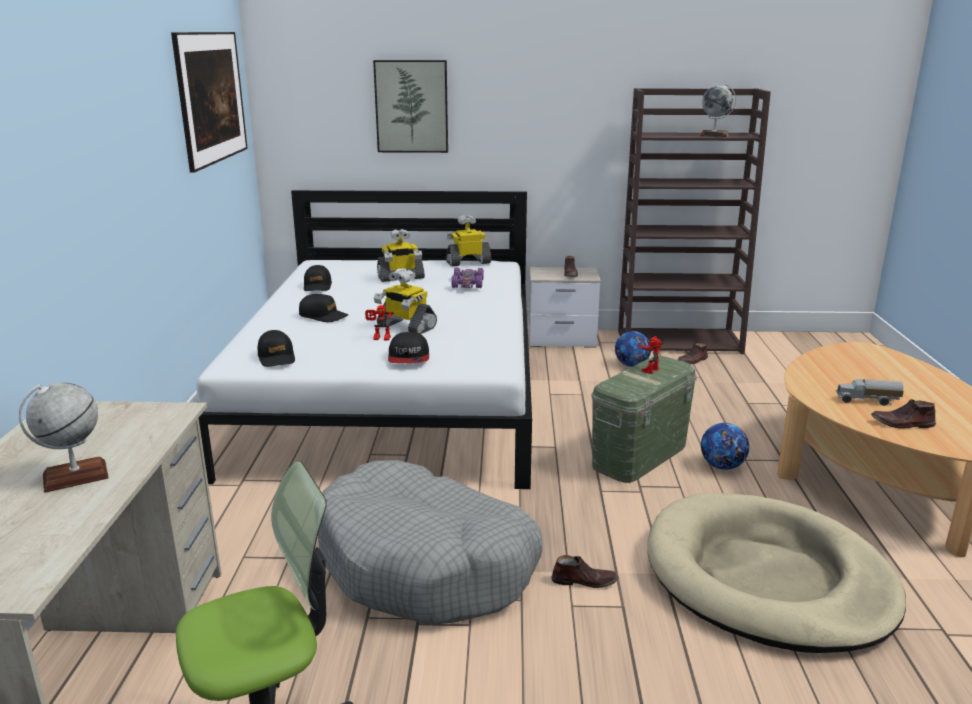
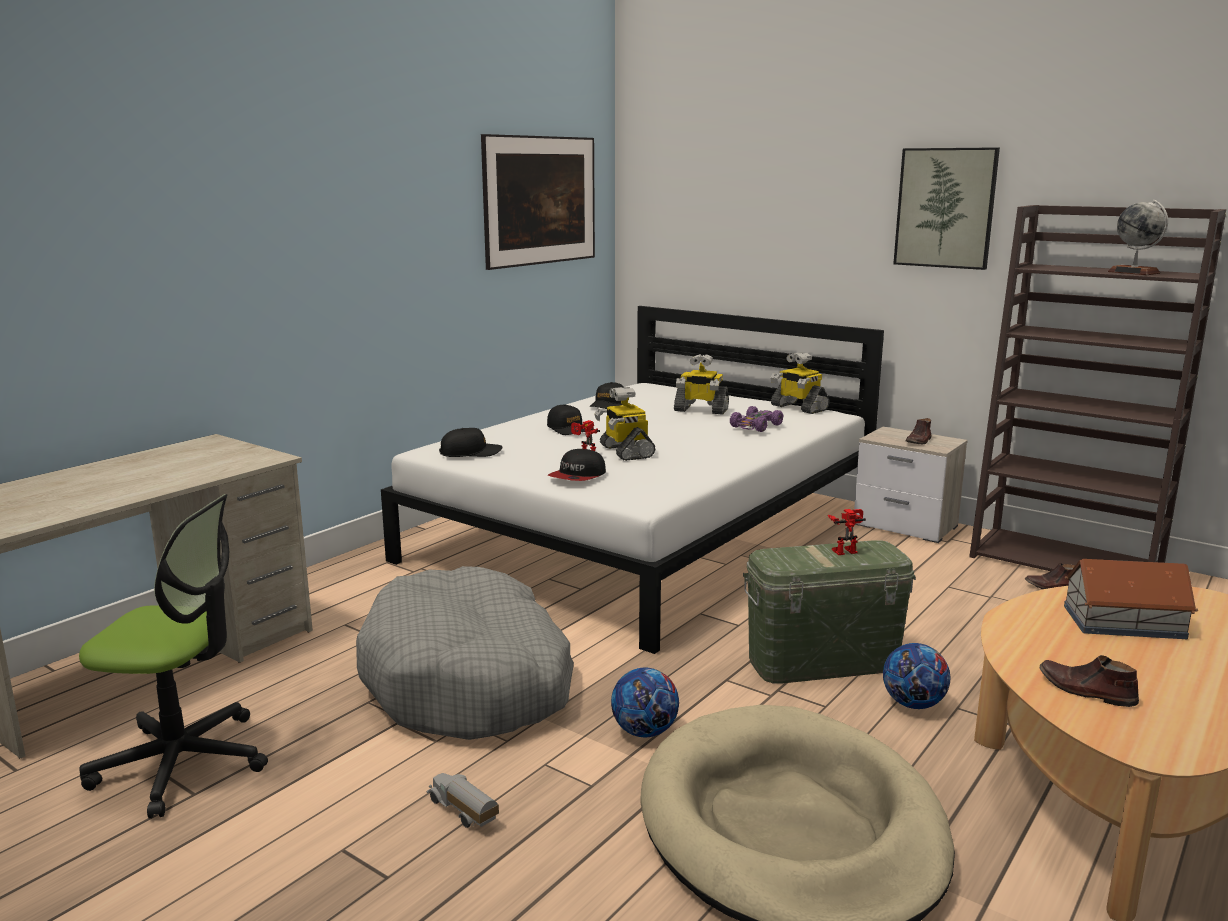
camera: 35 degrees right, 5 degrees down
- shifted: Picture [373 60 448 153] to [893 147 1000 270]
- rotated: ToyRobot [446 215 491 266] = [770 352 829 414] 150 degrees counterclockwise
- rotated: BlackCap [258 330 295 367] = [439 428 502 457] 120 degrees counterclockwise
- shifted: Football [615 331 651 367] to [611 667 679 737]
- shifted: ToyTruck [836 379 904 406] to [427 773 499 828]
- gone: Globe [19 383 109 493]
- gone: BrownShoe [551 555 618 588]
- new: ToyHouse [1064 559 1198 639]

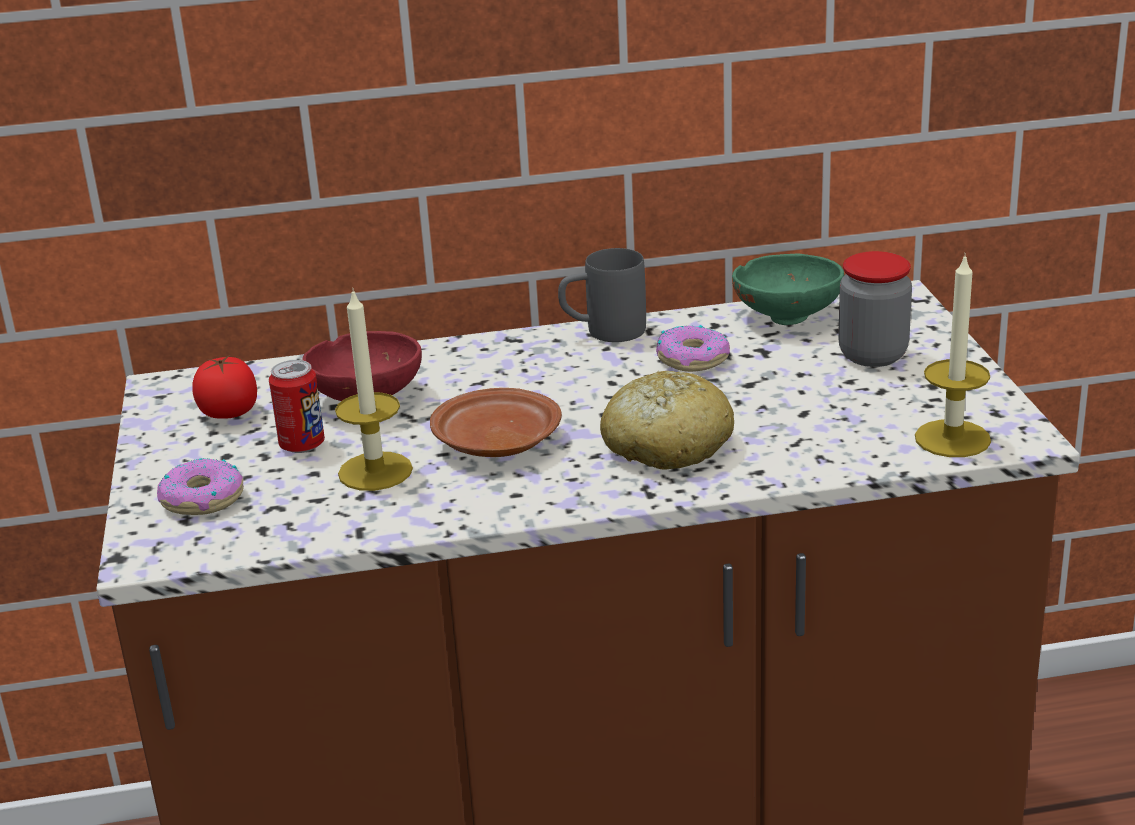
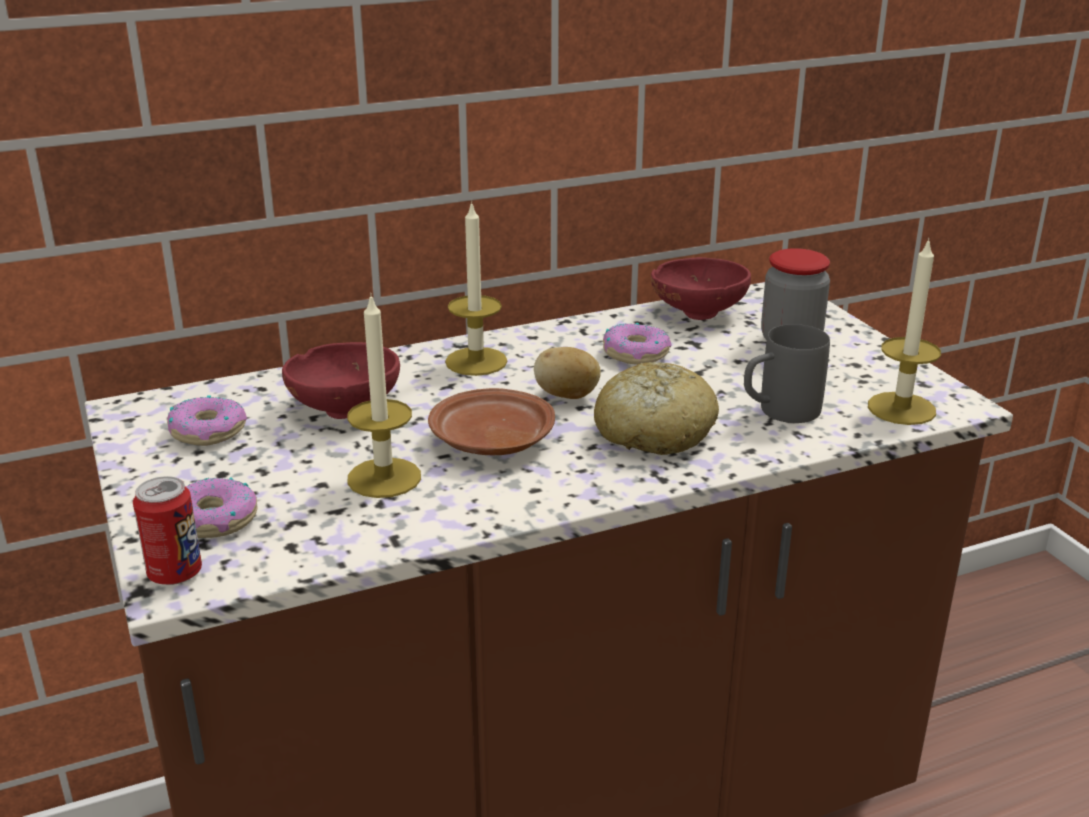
camera: 15 degrees left, 0 degrees up
- shifted: GreyMug [558 248 646 342] to [744 324 830 423]
- repainted: GreenBowl [732 254 844 325] to RedBowl [651 257 751 320]
- swapped: Tomato [192 355 257 419] to Donut [167 395 247 446]
- shifted: Can [269 360 325 453] to [133 476 202 585]
- new: Candle [445 201 507 376]
- new: Potato [534 347 601 399]

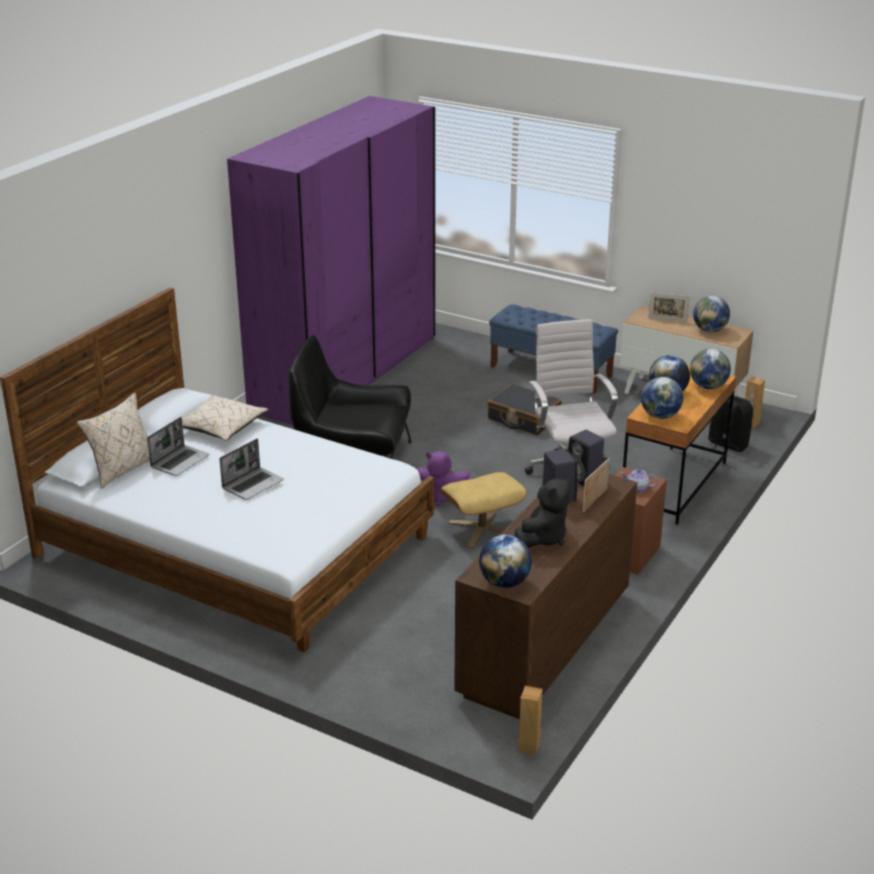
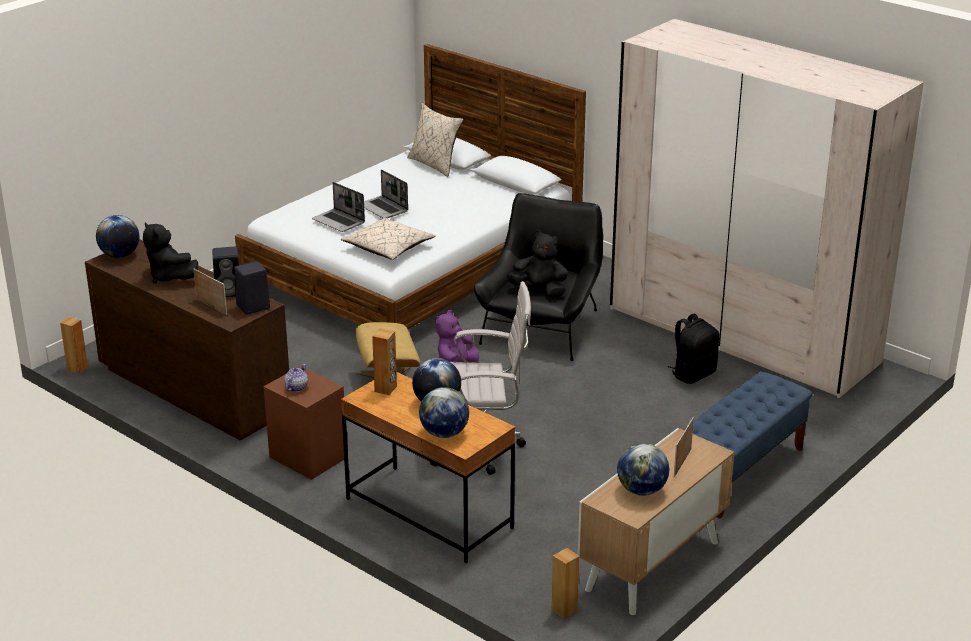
camera: 100 degrees right, 0 degrees up
- repainted: PurpleWardrobe [227 96 435 425] to BeigeWardrobe [610 19 924 398]
- swapped: Globe [641 377 683 419] to BrownSpeaker [372 328 397 395]
- gone: BlackSuitcase [488 384 562 435]
- shifted: BeigePillow [182 395 269 441] to [341 217 436 260]
- shifted: BlackBackpack [708 396 753 452] to [668 314 719 384]
- shifted: Laptop [147 417 210 476] to [312 182 365 232]
- new: BlackPlushToy [507 231 568 298]

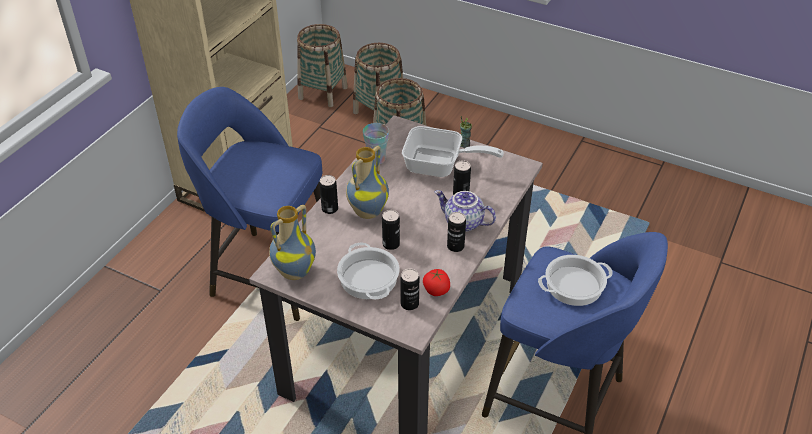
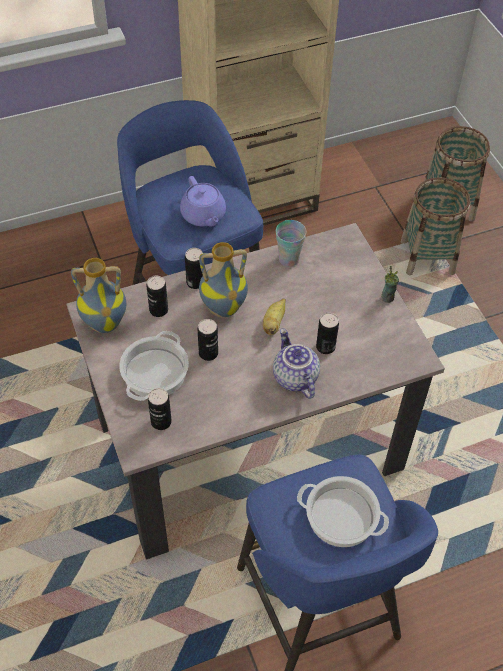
camera: 40 degrees right, 10 degrees up
- gone: Basket [297 24 348 107]
- gone: FryingPan [402 126 504 177]
- shifted: Can [447 212 466 252] to [146 276 168 317]
- gone: Tomato [423 269 450 296]
- new: PurpleTeapot [180 176 226 226]
- new: Banana [263 299 286 335]

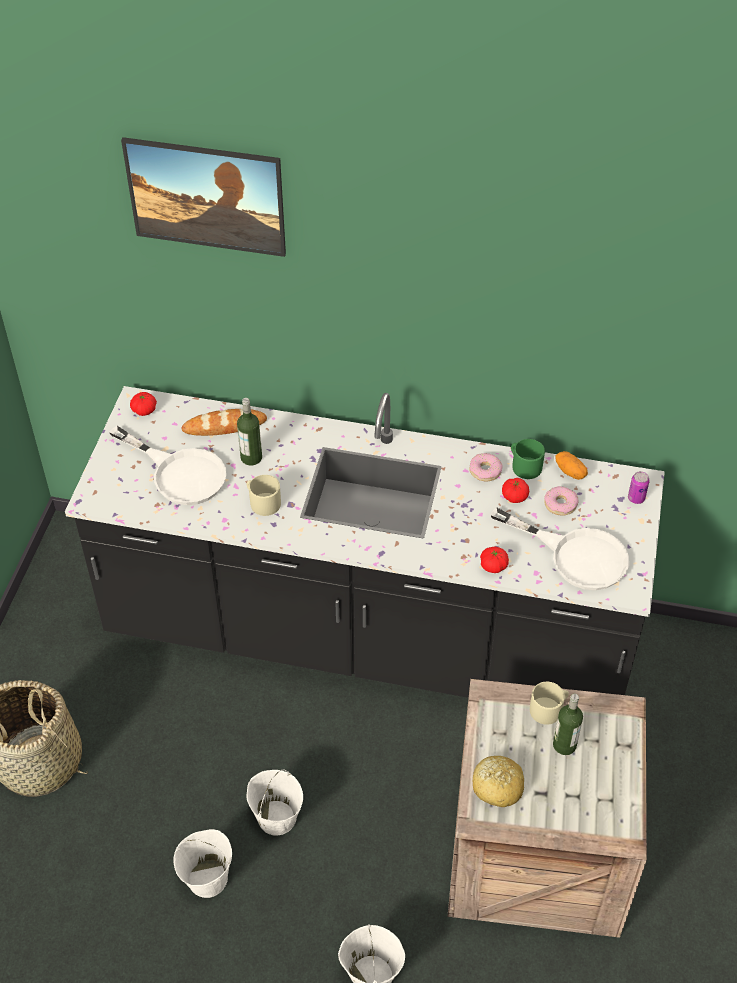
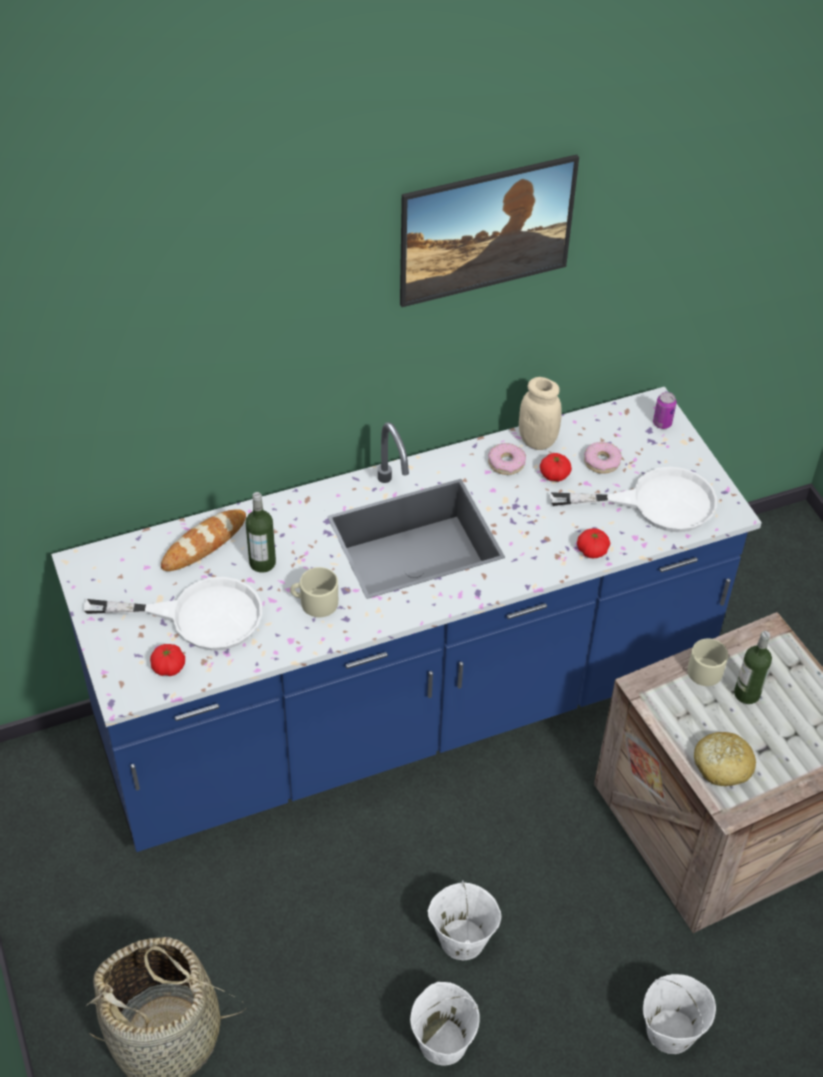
camera: 35 degrees left, 0 degrees up
- shifted: Picture [121 137 286 257] to [400 154 579 307]
- repainted: BlackCounter [65 386 665 698] to BlueCounter [51 387 762 852]
- shifted: Tomato [130 392 157 416] to [150 644 185 676]
- swapped: GreenMug [511 439 545 479] to BeigeJar [519 377 562 450]
- gone: Potato [556 451 588 480]

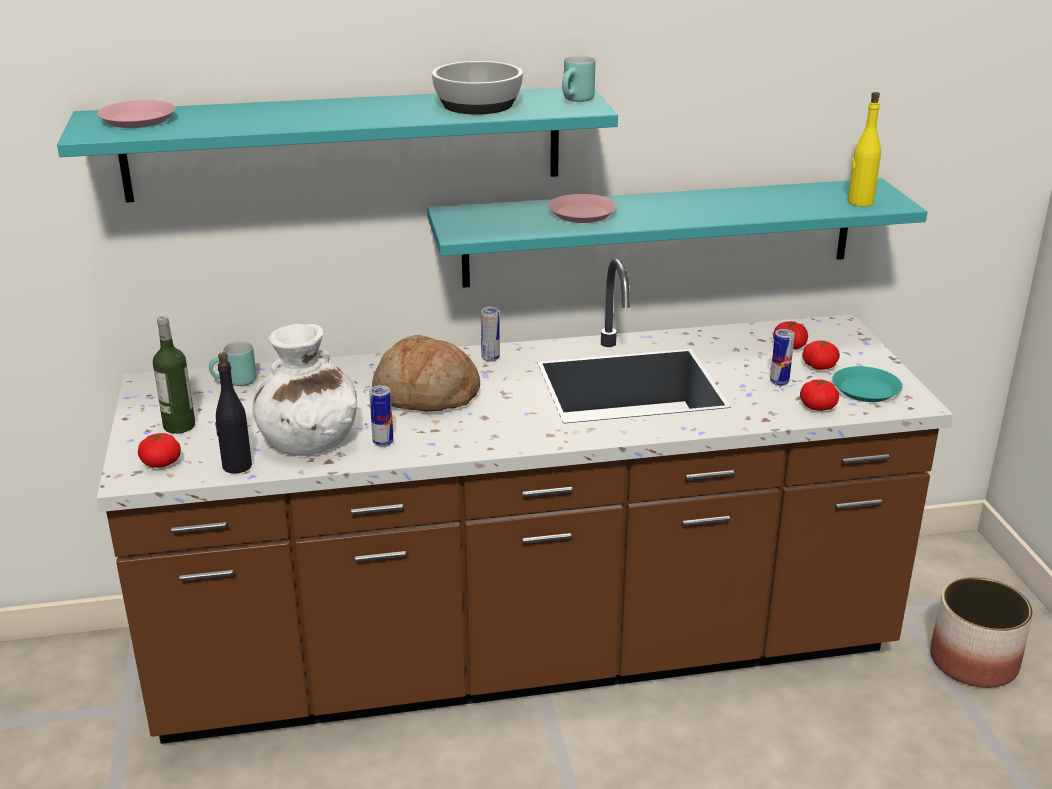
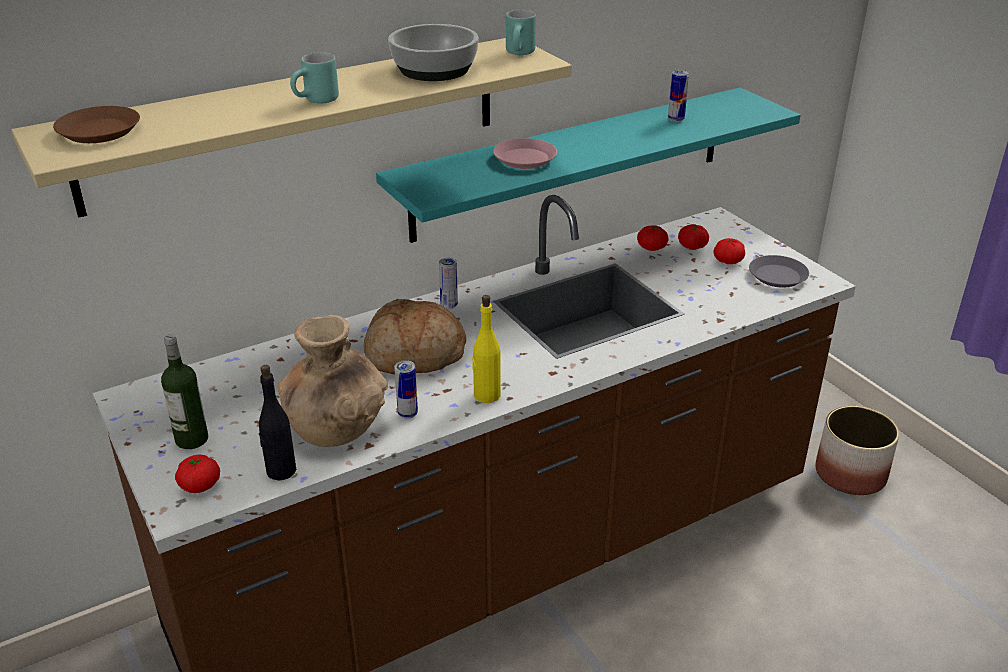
camera: 20 degrees left, 5 degrees up
- repainted: TurquoiseShelf [57 87 618 203] to BeigeShelf [11 38 572 218]
- shifted: YellowBottle [848 92 881 206] to [472 295 501 403]
- repainted: PinkPlate [97 100 175 128] to BrownPlate [53 106 140 143]
- repainted: WhiteVase [253 324 357 456] to BrownVase [277 315 388 447]
- shifted: Can [770 329 795 386] to [668 70 689 122]
- shifted: TurquoiseMug [209 341 257 386] to [290 52 339 104]
- repainted: TurquoisePlate [832 366 902 402] to GreyPlate [749 255 809 288]
- shifted: Tomato [800 379 839 411] to [637 225 668 251]

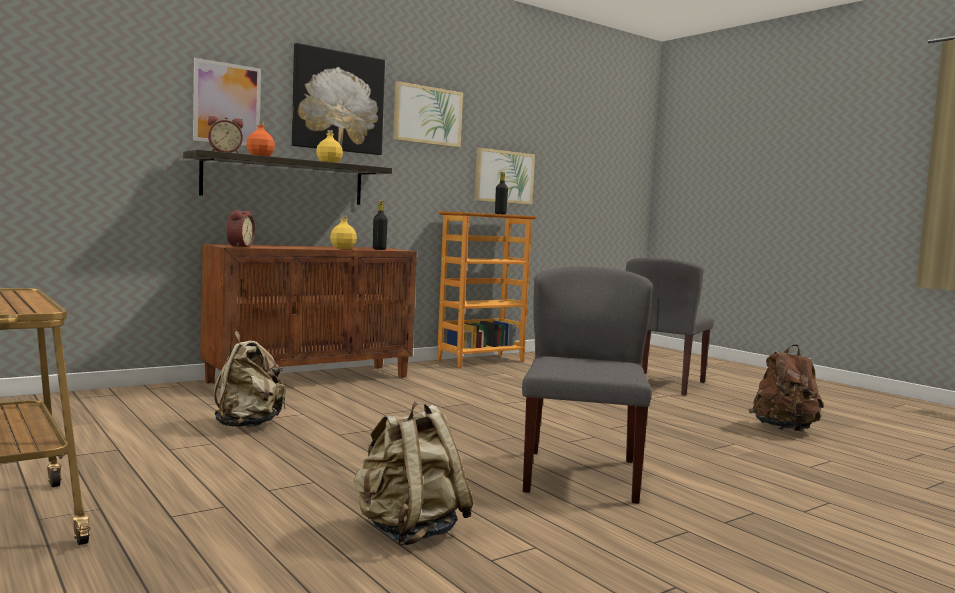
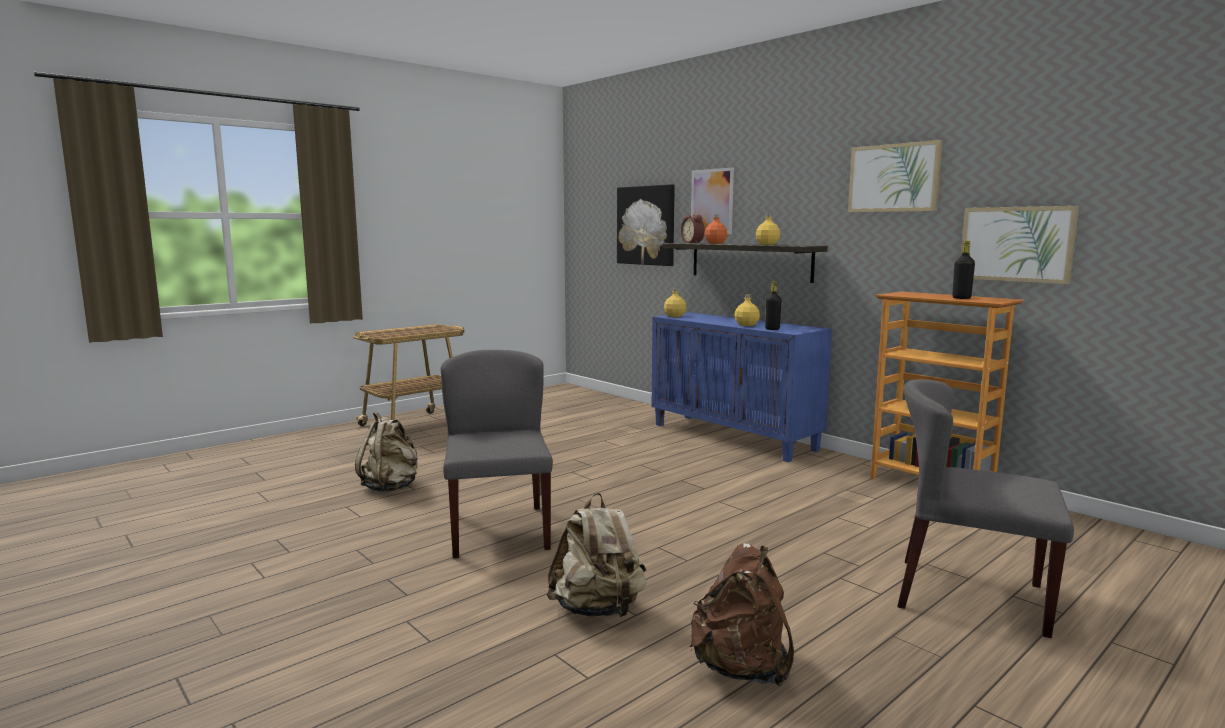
camera: 85 degrees right, 5 degrees up
- shifted: Picture [292 43 385 155] to [617 184 675 266]
- swapped: AlarmClock [226 210 255 247] to YellowBottle [664 288 687 317]
- repainted: BrownCabinet [200 244 417 384] to BlueCabinet [652 312 832 462]
- rotated: GreyChair [522 266 653 504] = [441 350 553 558] 105 degrees counterclockwise
- shifted: BeigeBackpack [214 331 286 427] to [547 493 646 617]

